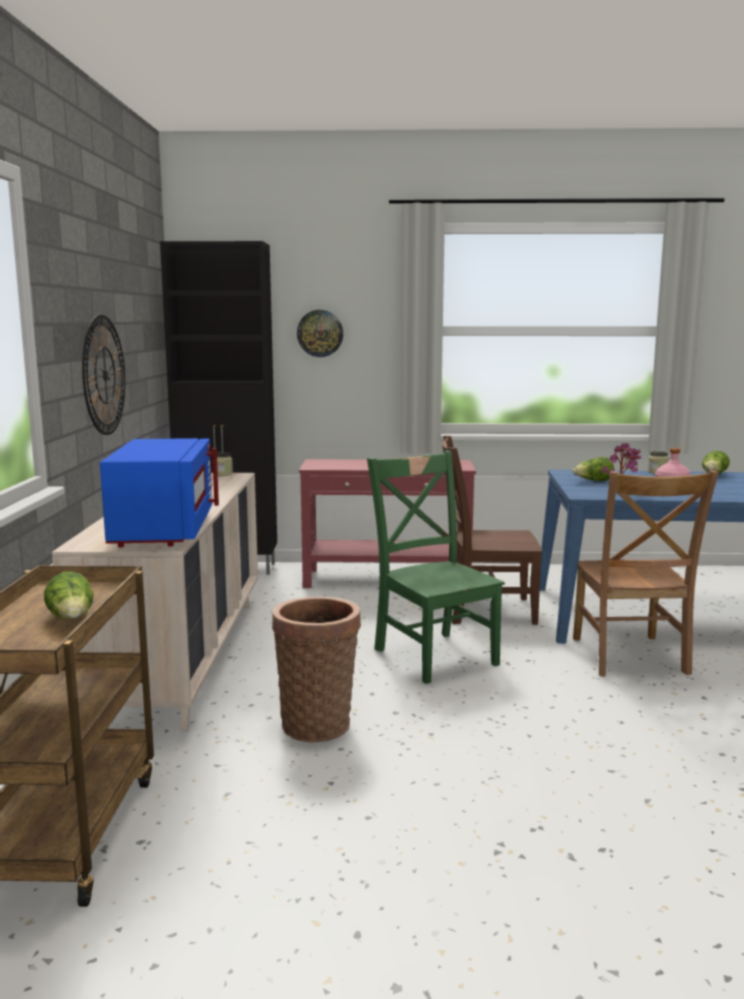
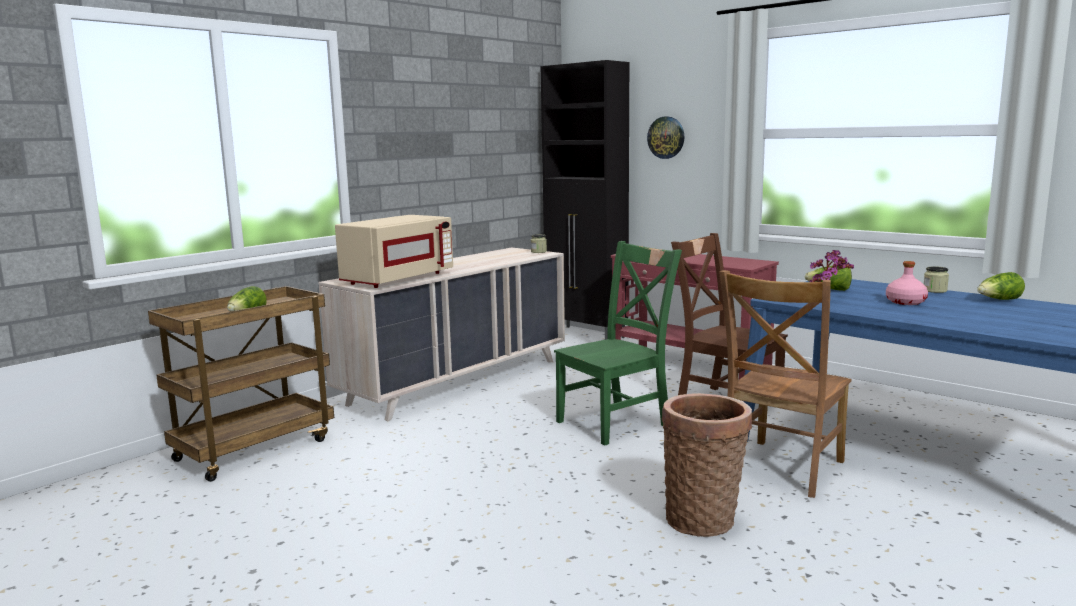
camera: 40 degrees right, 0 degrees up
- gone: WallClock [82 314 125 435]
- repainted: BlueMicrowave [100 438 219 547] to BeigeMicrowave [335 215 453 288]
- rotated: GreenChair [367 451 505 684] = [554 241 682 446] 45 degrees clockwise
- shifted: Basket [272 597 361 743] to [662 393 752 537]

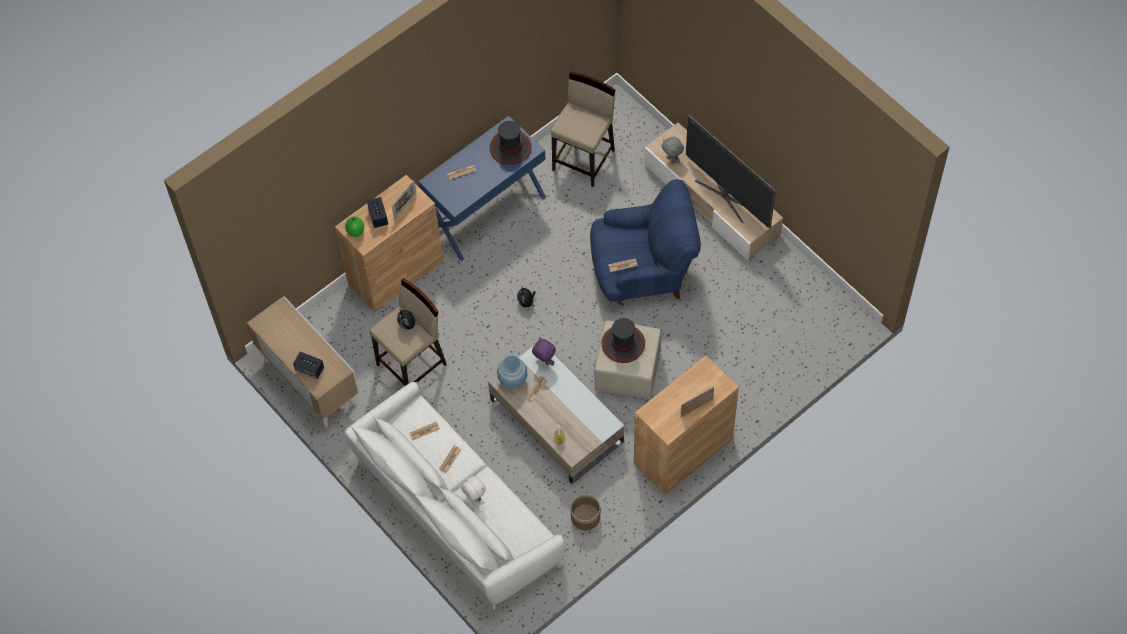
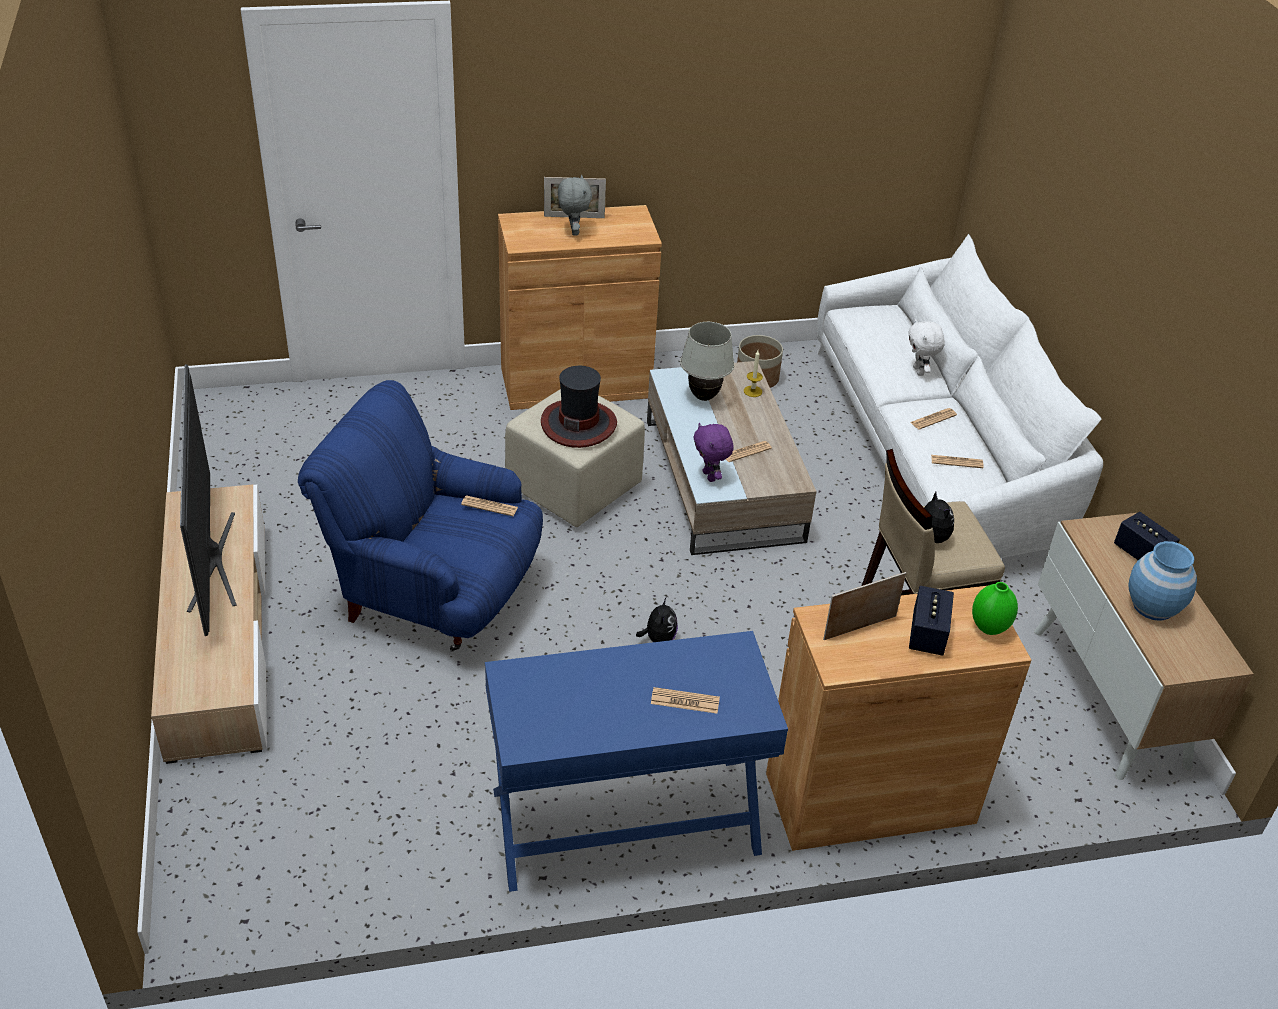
camera: 155 degrees left, 20 degrees down
- gone: BeigeStool [551 72 616 187]
- gone: Hat [490 121 532 165]
- shifted: GreyPlushToy [662 137 684 164] to [558 175 592 236]
- shifted: BlueVase [497 355 527 388] to [1128 541 1197 621]
- new: WhiteTableLamp [680 322 735 401]

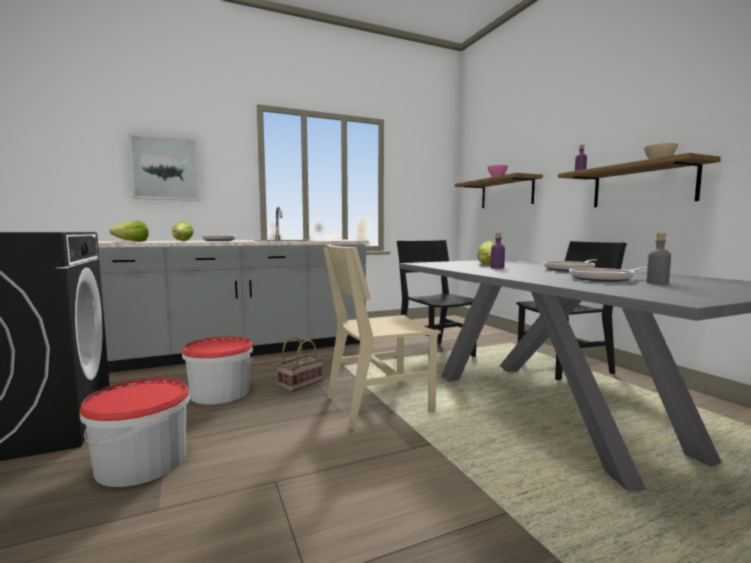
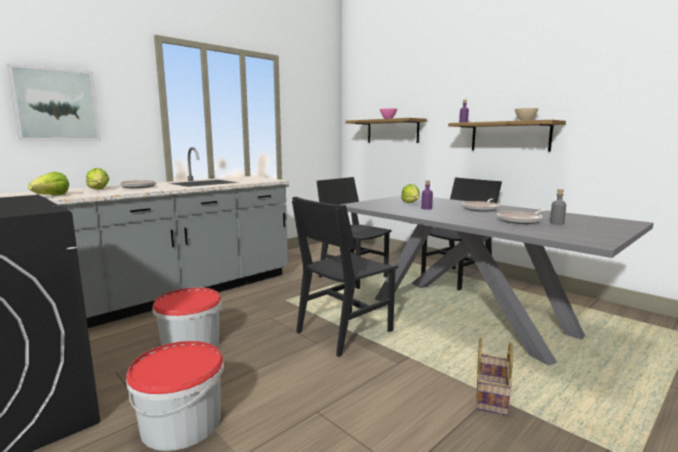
camera: 20 degrees left, 5 degrees up
- repainted: BeigeChair [323 244 441 429] to BlackChair [292 197 398 357]
- shifted: Basket [277 336 323 392] to [476 337 513 416]

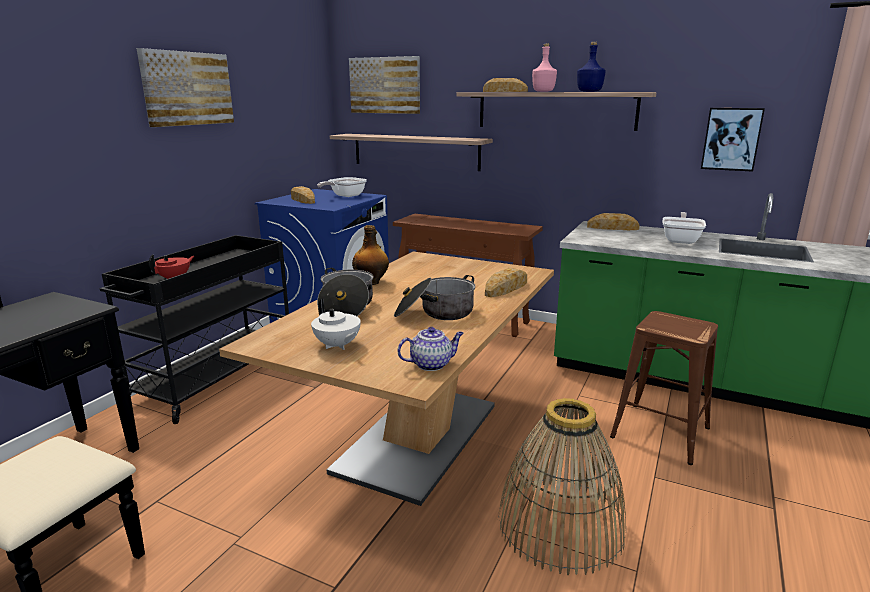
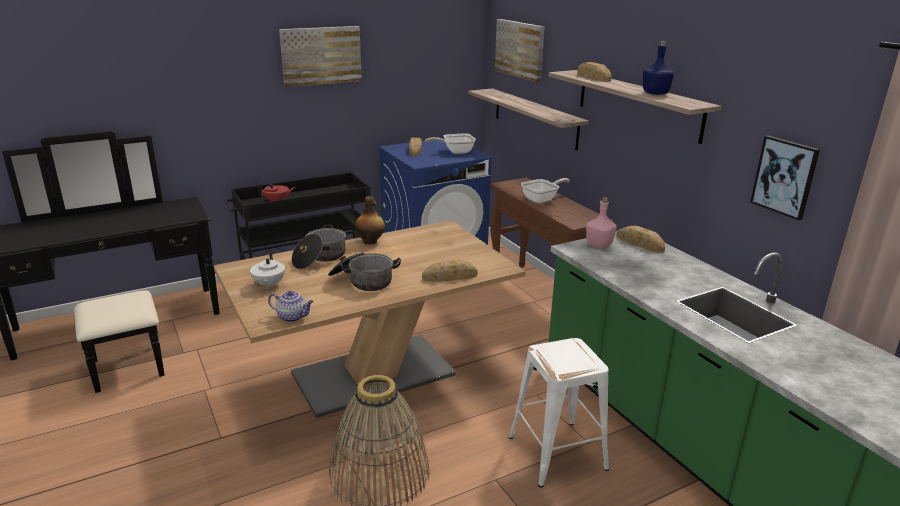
camera: 35 degrees right, 5 degrees up
- shifted: PinkBottle [532 43 557 92] to [586 197 617 248]
- shifted: FryingPan [662 212 706 244] to [521 178 570 203]
- repainted: BrownStool [610 311 718 465] to WhiteStool [509 338 609 487]

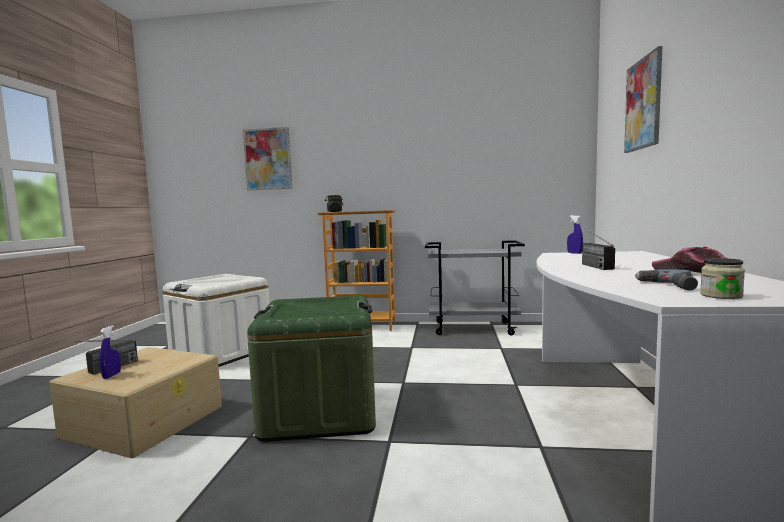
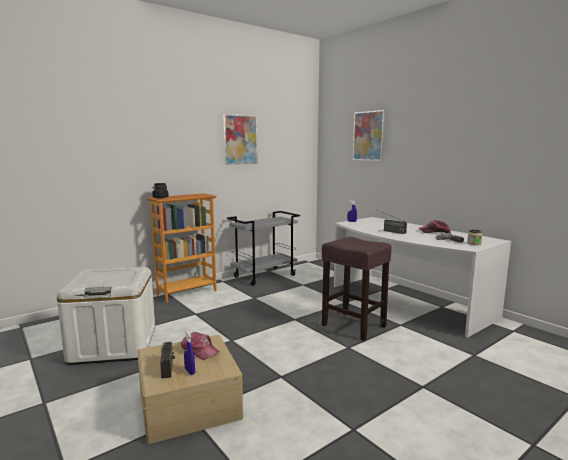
camera: 45 degrees left, 5 degrees up
- shifted: Picture [243 127 292 190] to [223 114 258 165]
- gone: GreenStorageBox [247 296 376 442]
- new: BrownStool [322 237 392 341]
- new: Cap [181 332 220 360]

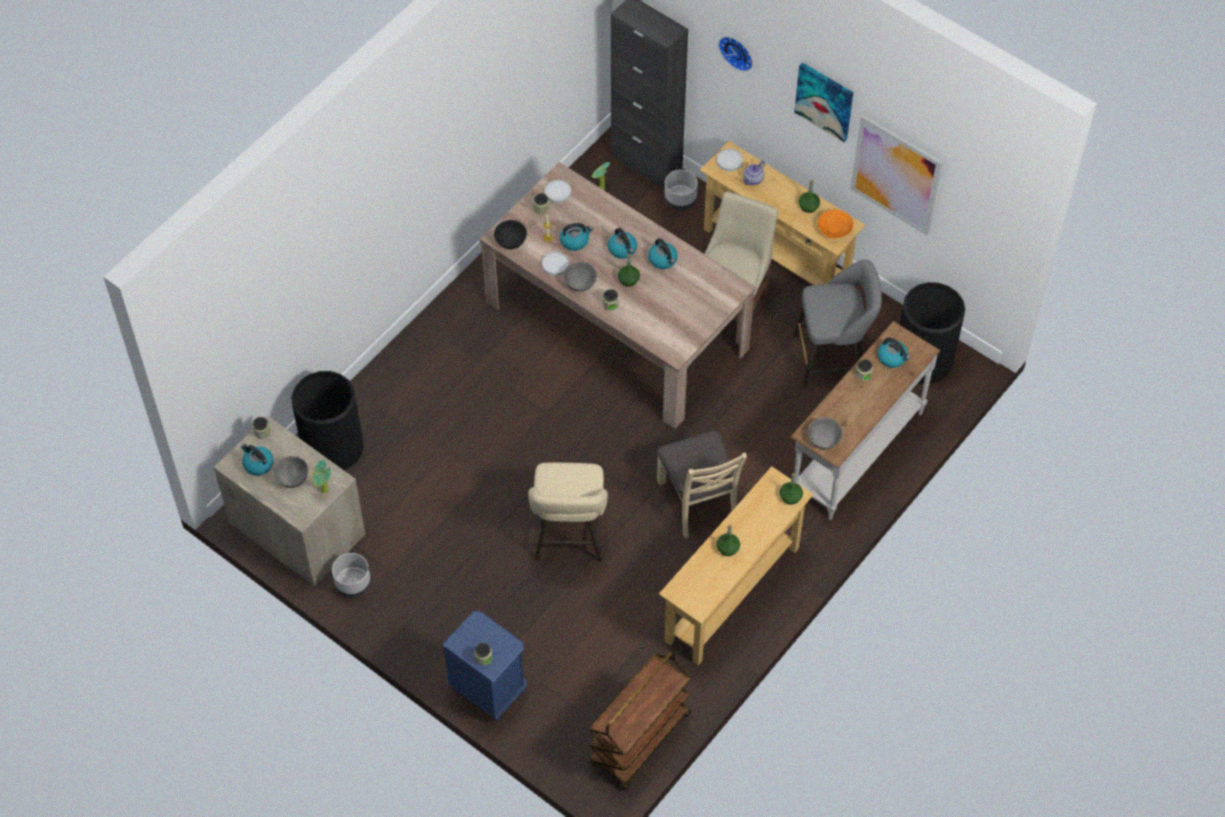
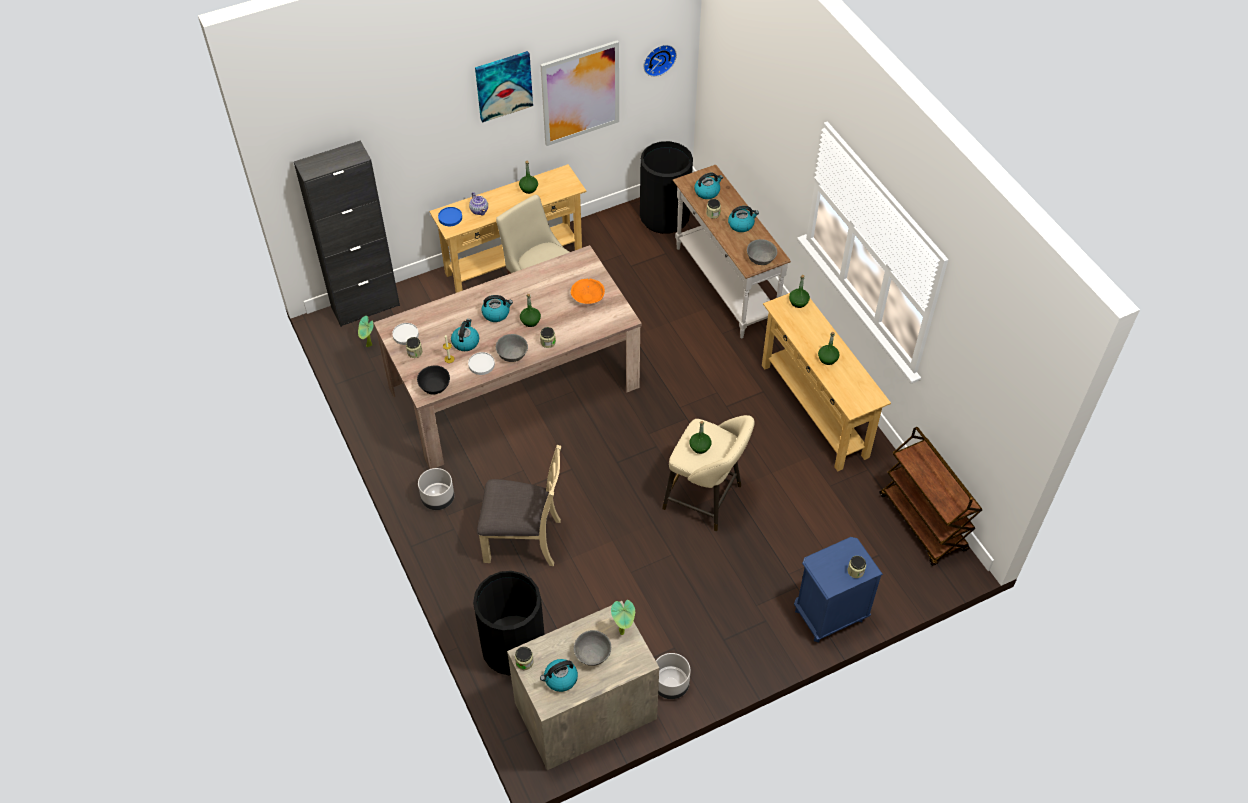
camera: 65 degrees left, 5 degrees down
- shifted: WallClock [719 36 753 71] to [644 45 677 77]
- repainted: WhitePlate [717 148 743 171] to BluePlate [438 207 462 226]
- shifted: GreyPlanter [664 169 698 211] to [418 468 454 510]
- shifted: OrangeBowl [817 210 854 238] to [571 278 605 304]
- shifted: Kettle [648 238 678 269] to [728 206 759 232]
- gone: GreyStool [793 260 882 387]
- shifted: BeigeChair [657 431 747 538] to [477 445 561 566]
- new: GreenBottle [689 421 712 454]

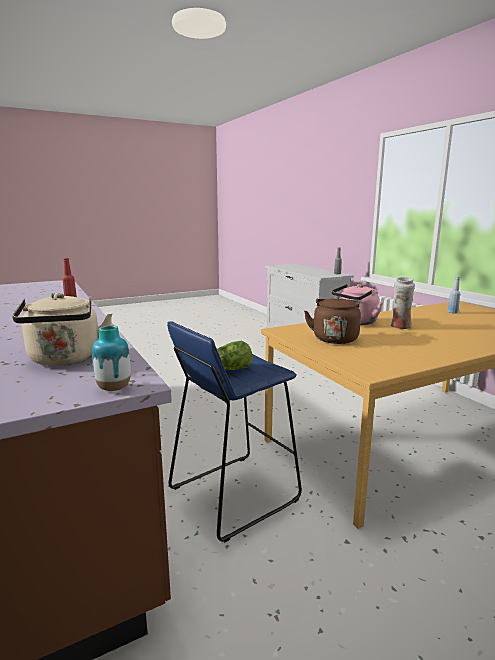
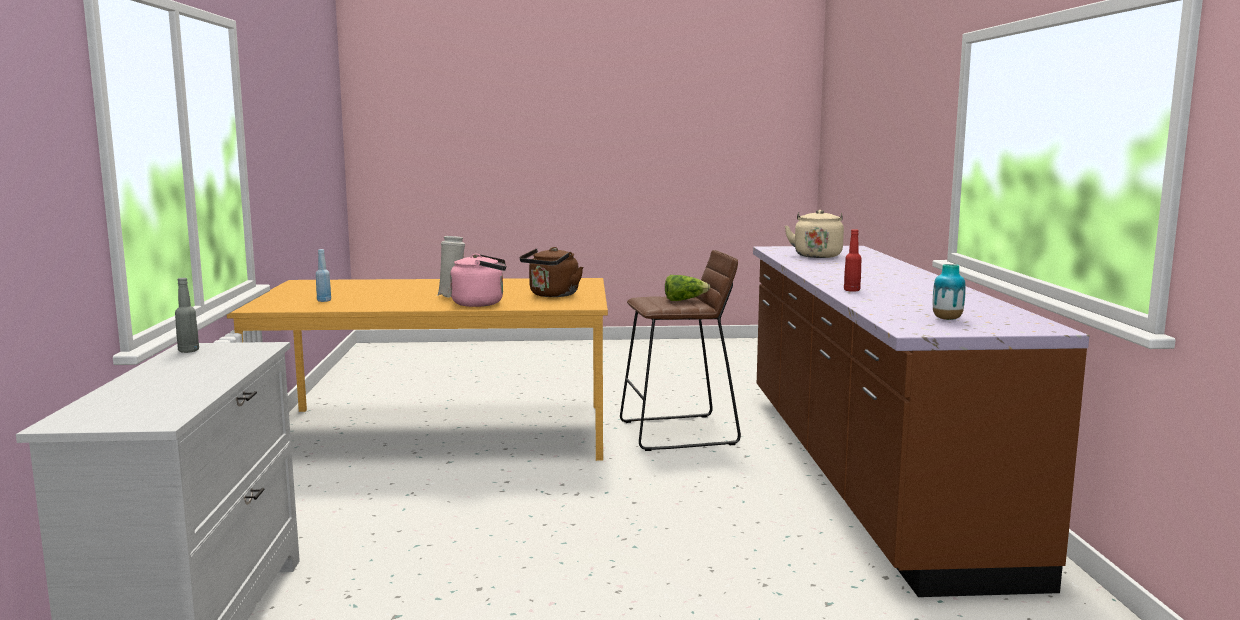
camera: 155 degrees left, 5 degrees down
- repainted: BlueStool [167 321 302 542] to BrownStool [620 250 741 451]
- shifted: Vase [92 325 131 391] to [933 264 966 320]

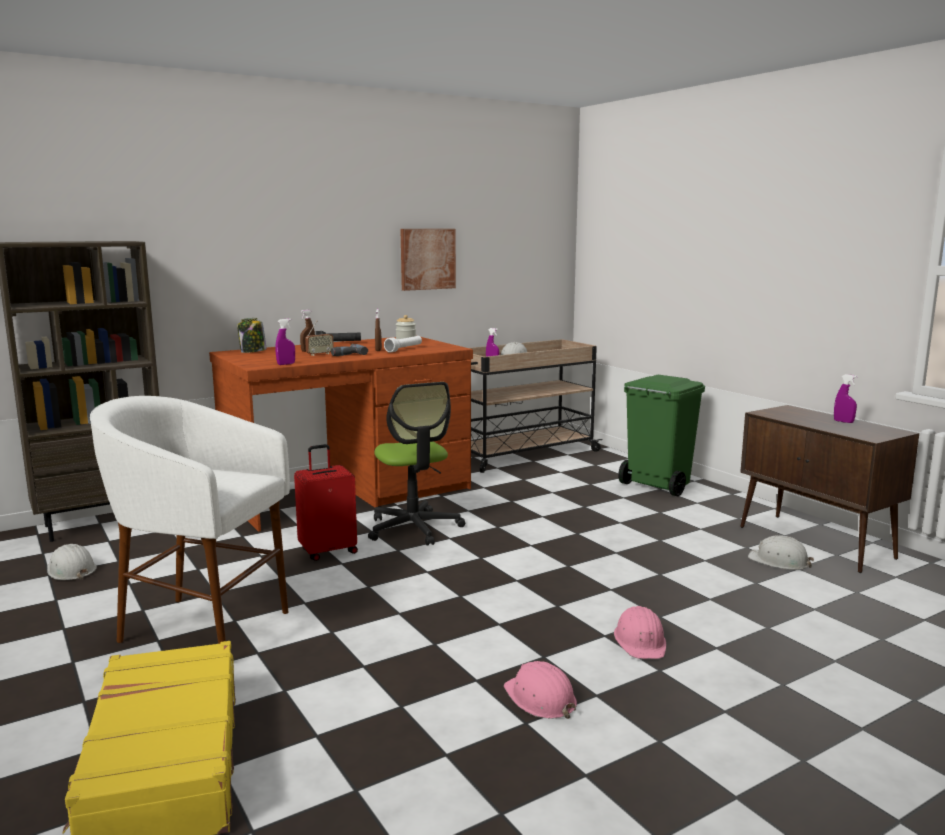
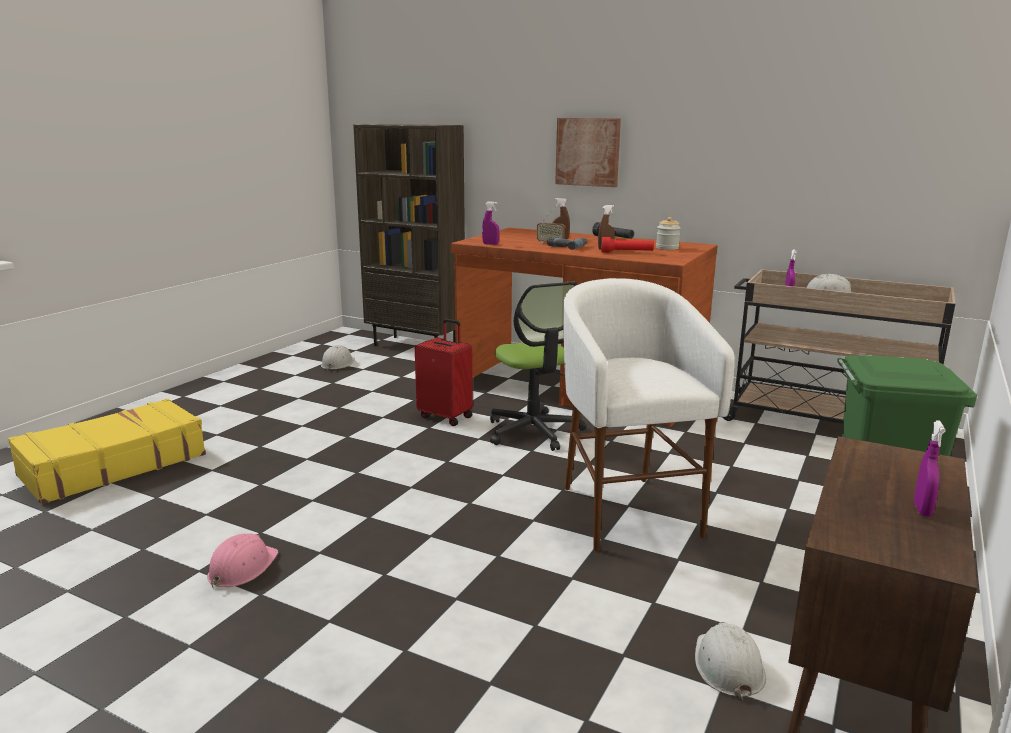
camera: 60 degrees right, 5 degrees up
- shifted: Picture [400 229 456 291] to [555 118 621 187]
- gone: Jar [237 318 267 353]
- repainted: WhiteFlashlight [384 336 422 353] to RedFlashlight [601 237 654 253]
- rotated: OfficeChair [368 382 465 546] = [490 282 586 451] 60 degrees counterclockwise
- shifted: WhiteStool [90 396 290 644] to [563 278 735 551]
- gone: PinkHardHat [614 606 666 659]

